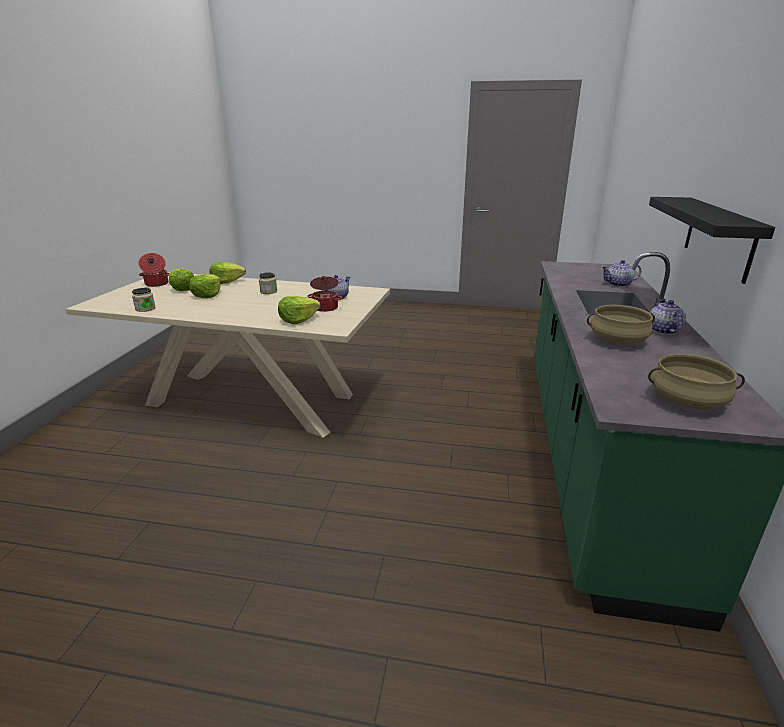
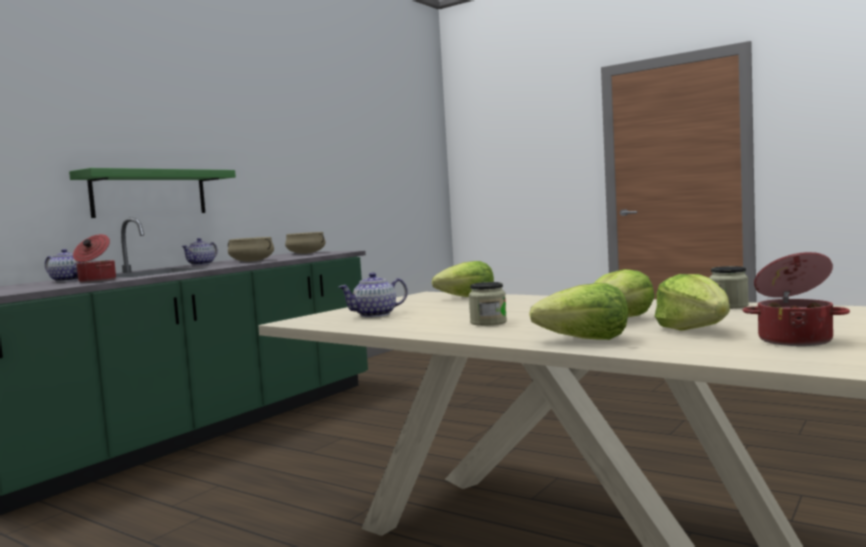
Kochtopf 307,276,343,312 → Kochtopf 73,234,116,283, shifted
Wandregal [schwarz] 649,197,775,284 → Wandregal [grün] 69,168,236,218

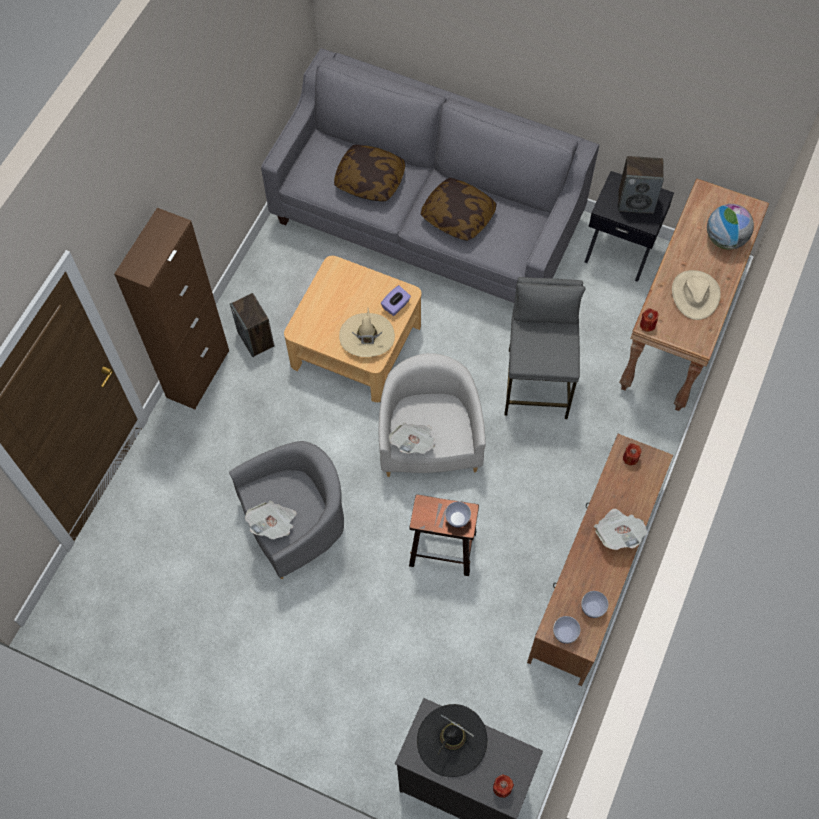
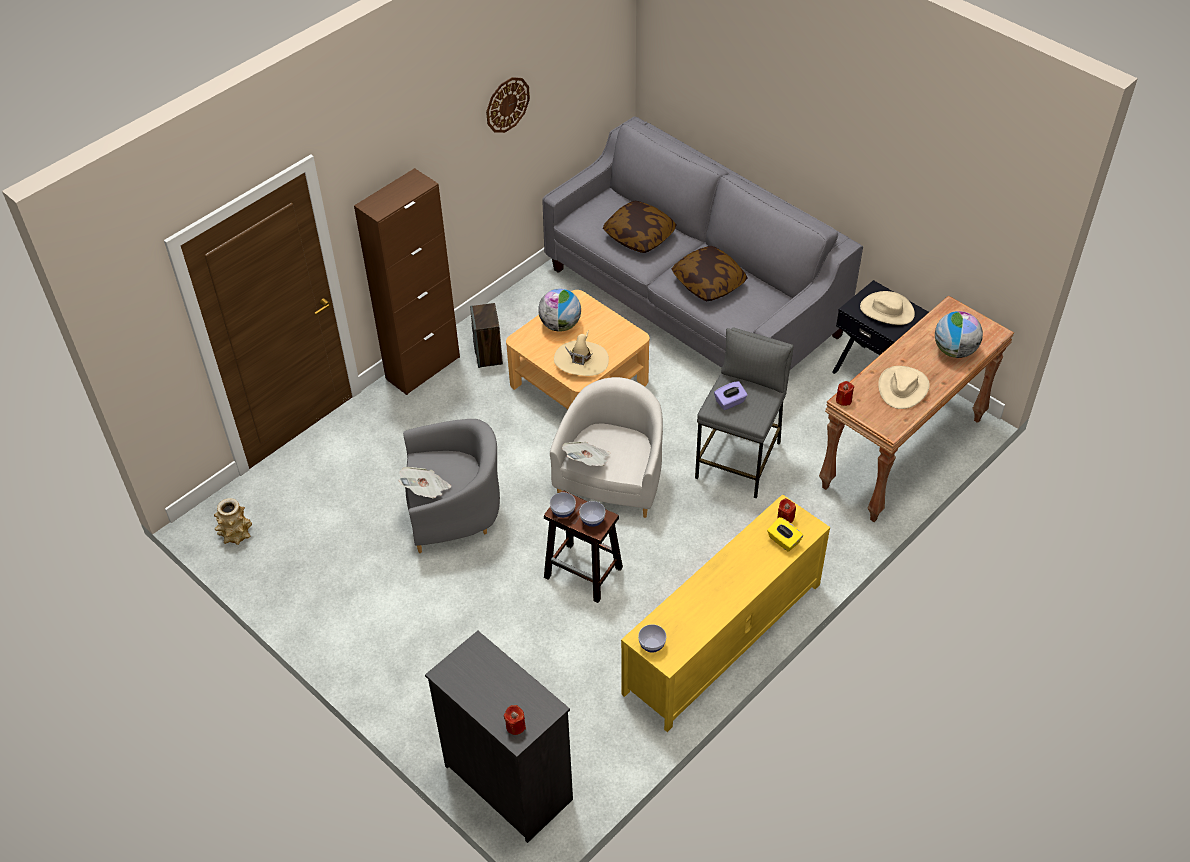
Taschentuchbox [lila] 381,285,411,316 → Taschentuchbox [lila] 714,381,748,410, shifted
Hut [schwarz] 417,704,488,777 → -
Fernsehschrank [braun] 527,434,673,686 → Fernsehschrank [gelb] 621,494,830,732
Schüssel 581,591,608,618 → Schüssel 550,492,576,518, shifted
Zeitung 594,509,648,550 → -
Lautsprecher 618,156,664,214 → Hut [beige] 860,291,915,325
- → Vase 214,498,252,545
- → Wanduhr 486,77,530,133
- → Globus 538,289,581,332
- → Taschentuchbox [gelb] 767,517,803,552

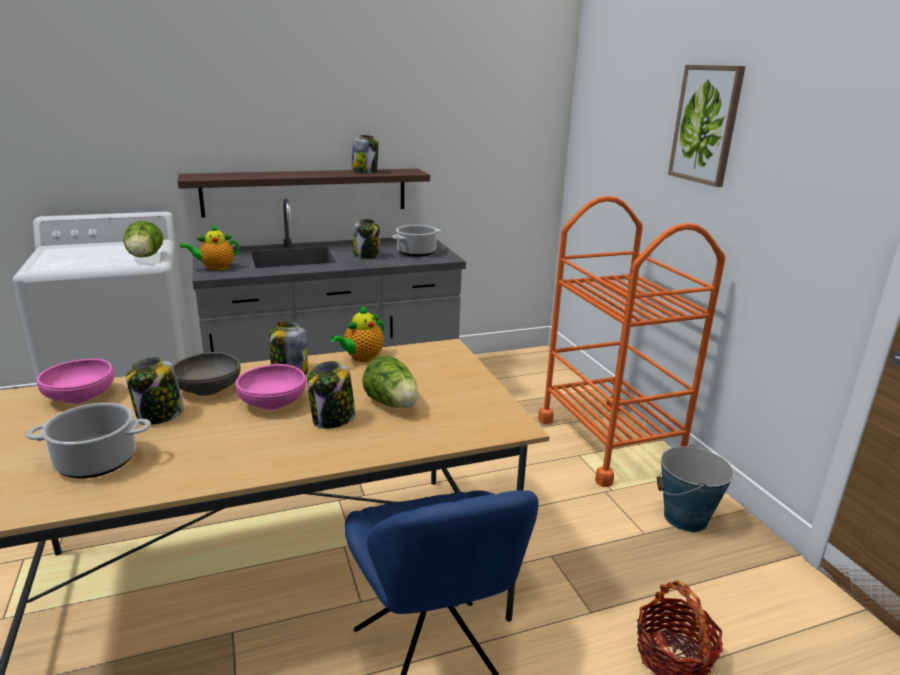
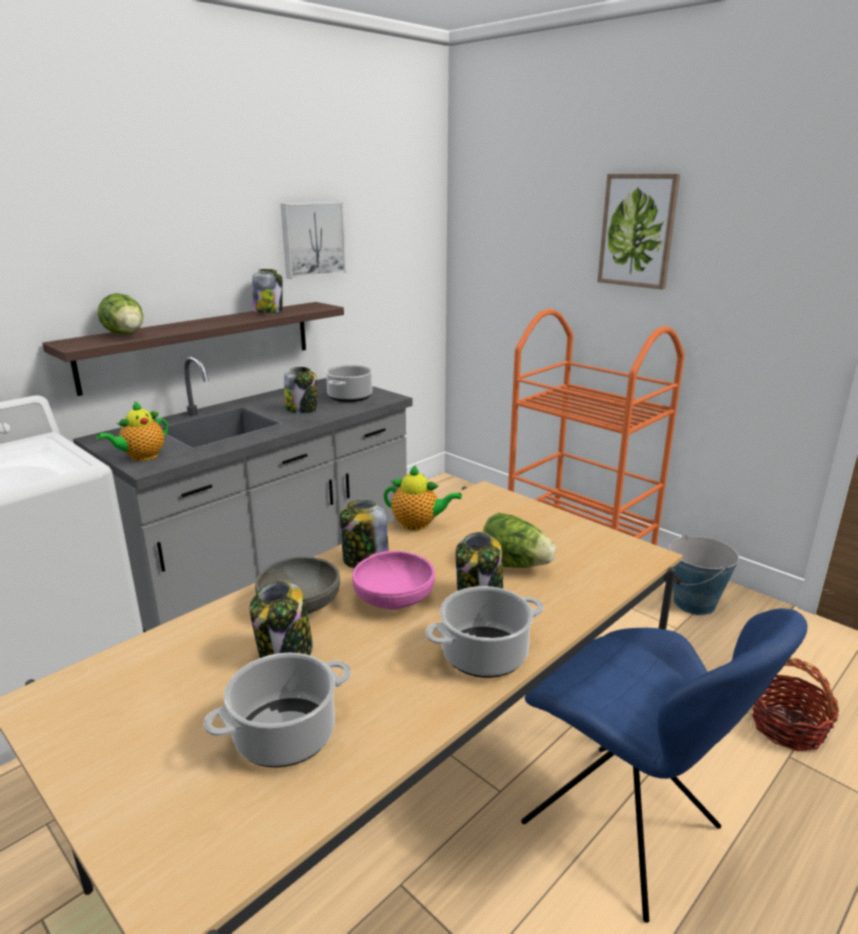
Schüssel [rosa] 37,358,114,404 → -
Salatkopf 124,221,163,258 → Salatkopf 97,293,143,335, shifted
Teekanne 330,305,384,362 → Teekanne 384,465,462,530, 90 degrees counterclockwise
- → Bild 281,202,346,279
- → Kochtopf 425,586,544,678

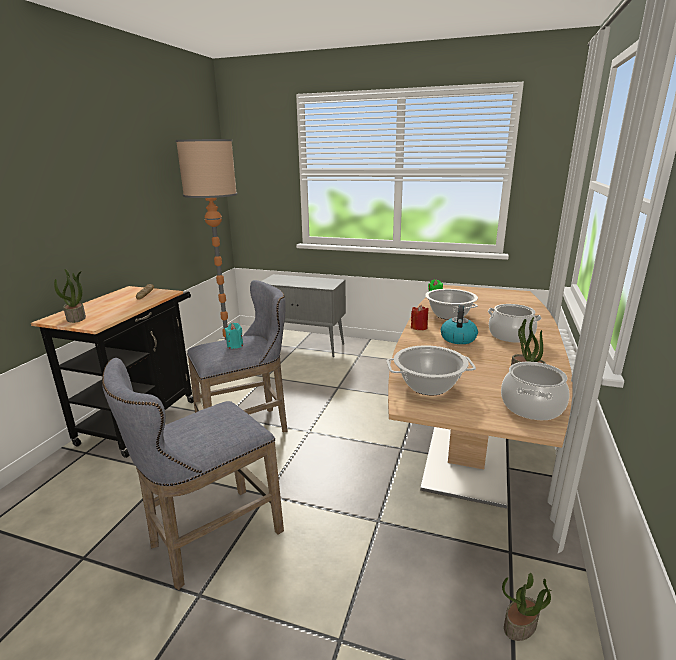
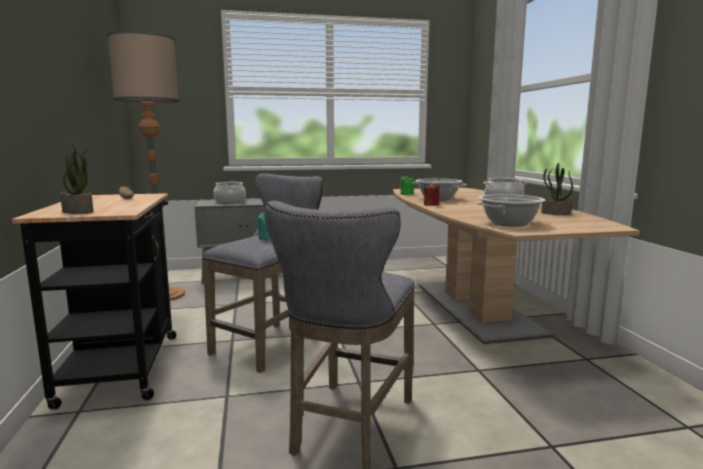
Wasserkessel 441,305,478,344 → -
Kochtopf 501,362,570,420 → Kochtopf 213,182,246,204, shifted
Topfpflanze 502,573,552,641 → -

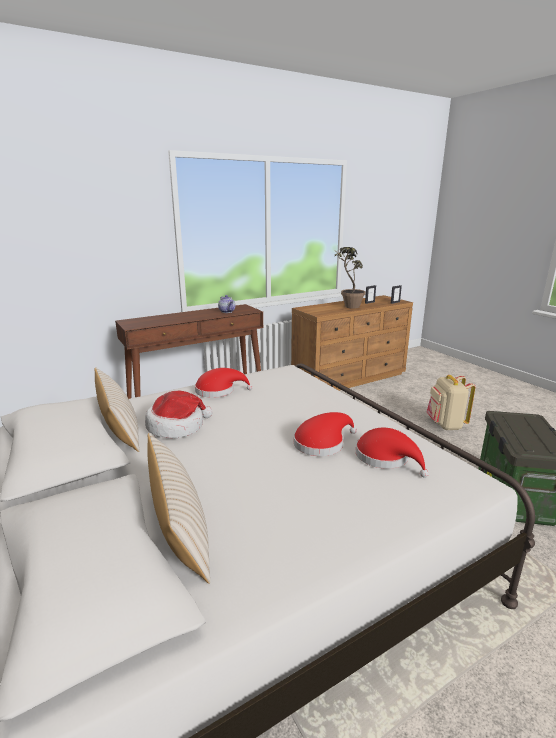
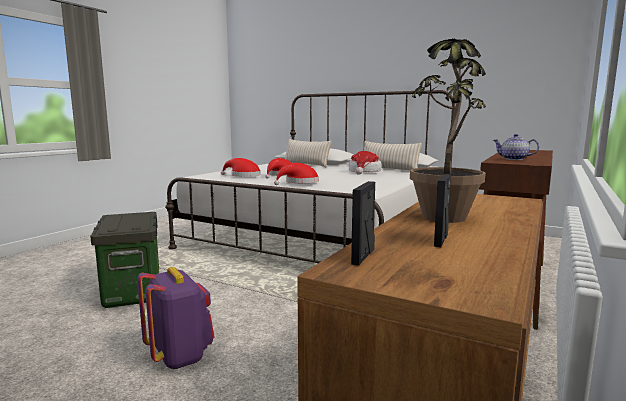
Hut [rot] 195,368,253,398 → Hut [rot] 274,163,319,185, shifted
Rucksack [beige] 427,375,476,430 → Rucksack [lila] 137,267,215,369

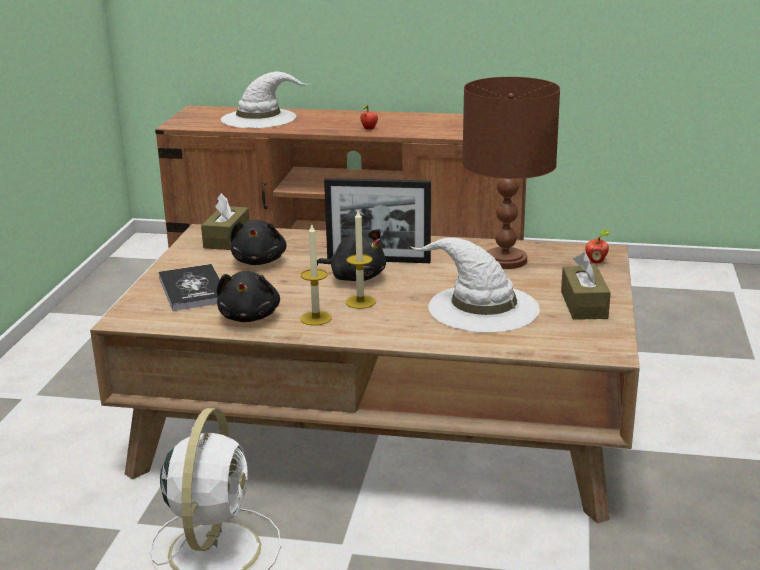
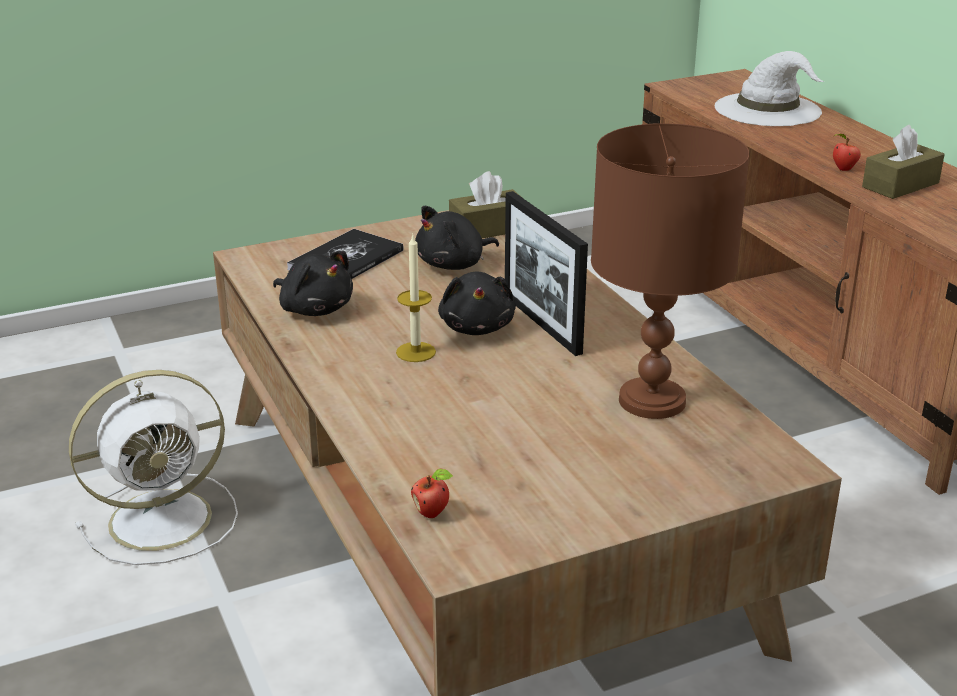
Plüschtier [schwarz] 217,271,280,322 → Plüschtier [schwarz] 273,251,353,316, 105 degrees counterclockwise
Kerze 301,225,332,326 → -
Hut [weiß] 410,238,540,333 → -
Taschentuchbox [braun] 561,252,611,320 → Taschentuchbox [braun] 862,125,945,199, shifted
Apfel 585,229,610,263 → Apfel 411,469,453,518, shifted

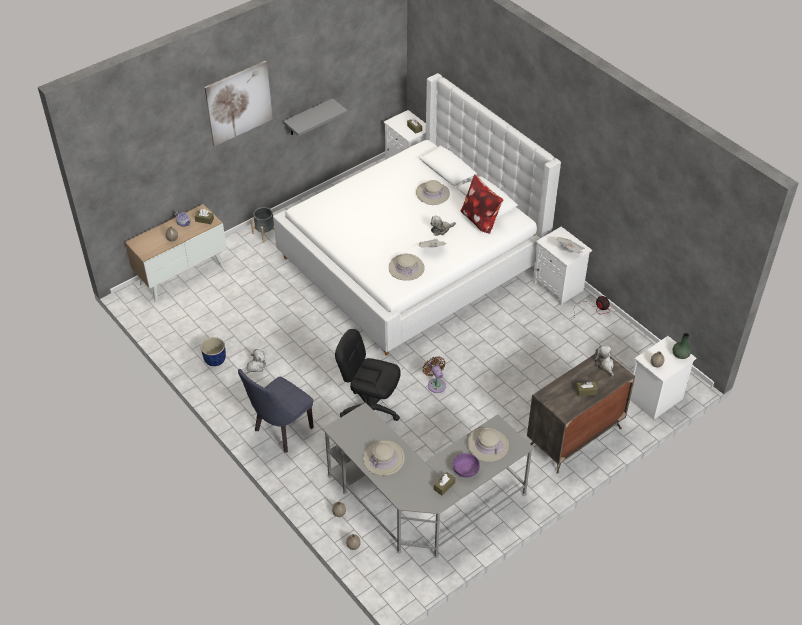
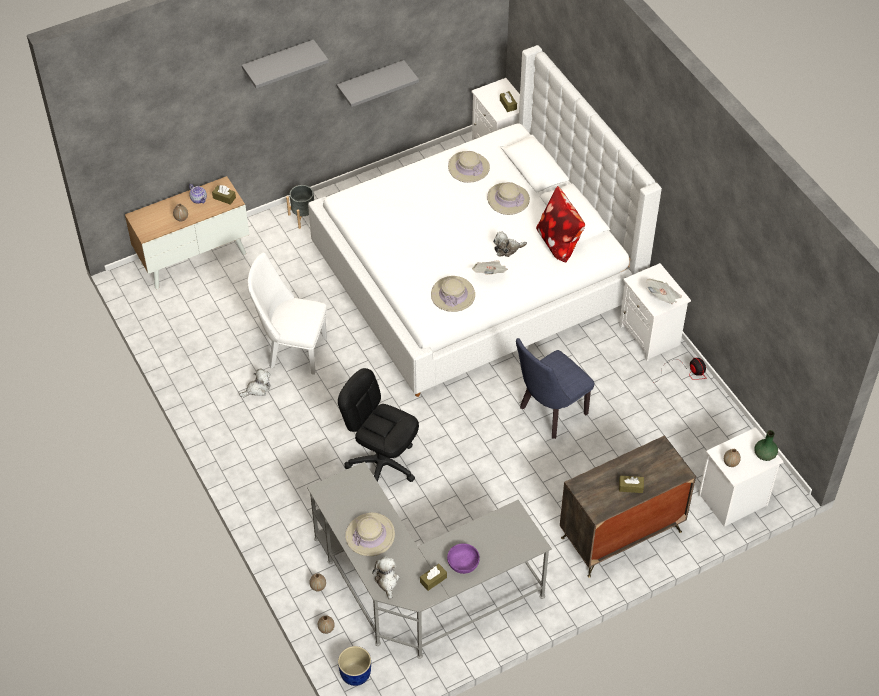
Pflanzkübel [blau] 201,337,226,366 → Pflanzkübel [blau] 338,646,371,686, shifted
Bild 204,61,273,146 → Wandregal [grau] 242,40,329,89
Stuhl [blau] 238,369,314,453 → Stuhl [blau] 516,338,595,439, shifted
Ventilator [braun] 422,356,446,393 → -
Hut [beige] 467,428,509,462 → Hut [beige] 448,151,490,183, shifted
Plüschtier 594,345,614,377 → Plüschtier 372,556,399,600, shifted
- → Stuhl [weiß] 247,252,327,375

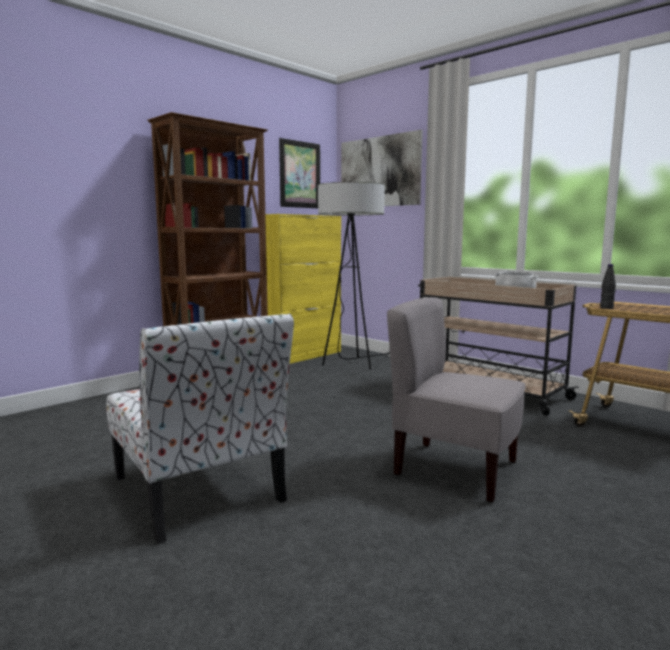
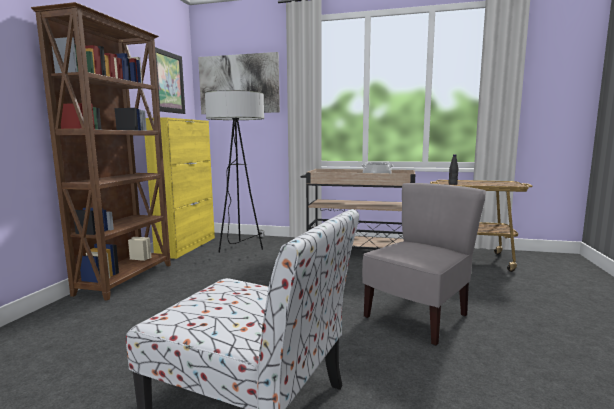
Stuhl [grau] 387,297,526,503 → Stuhl [grau] 362,183,486,346, 135 degrees clockwise

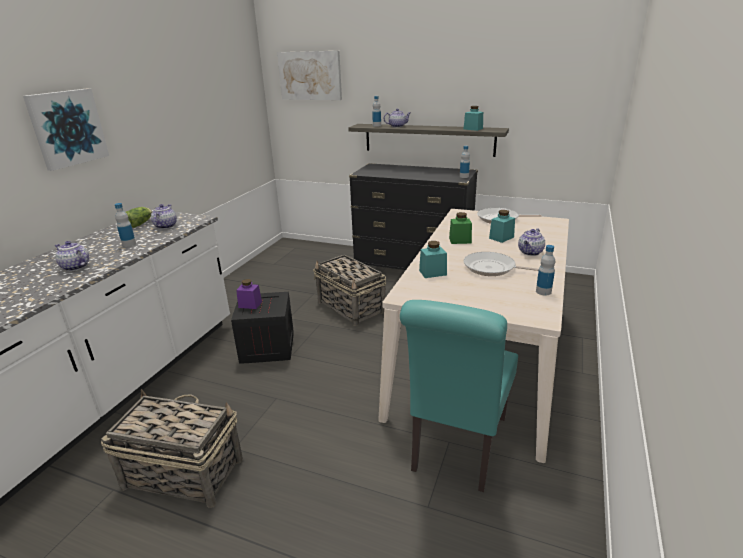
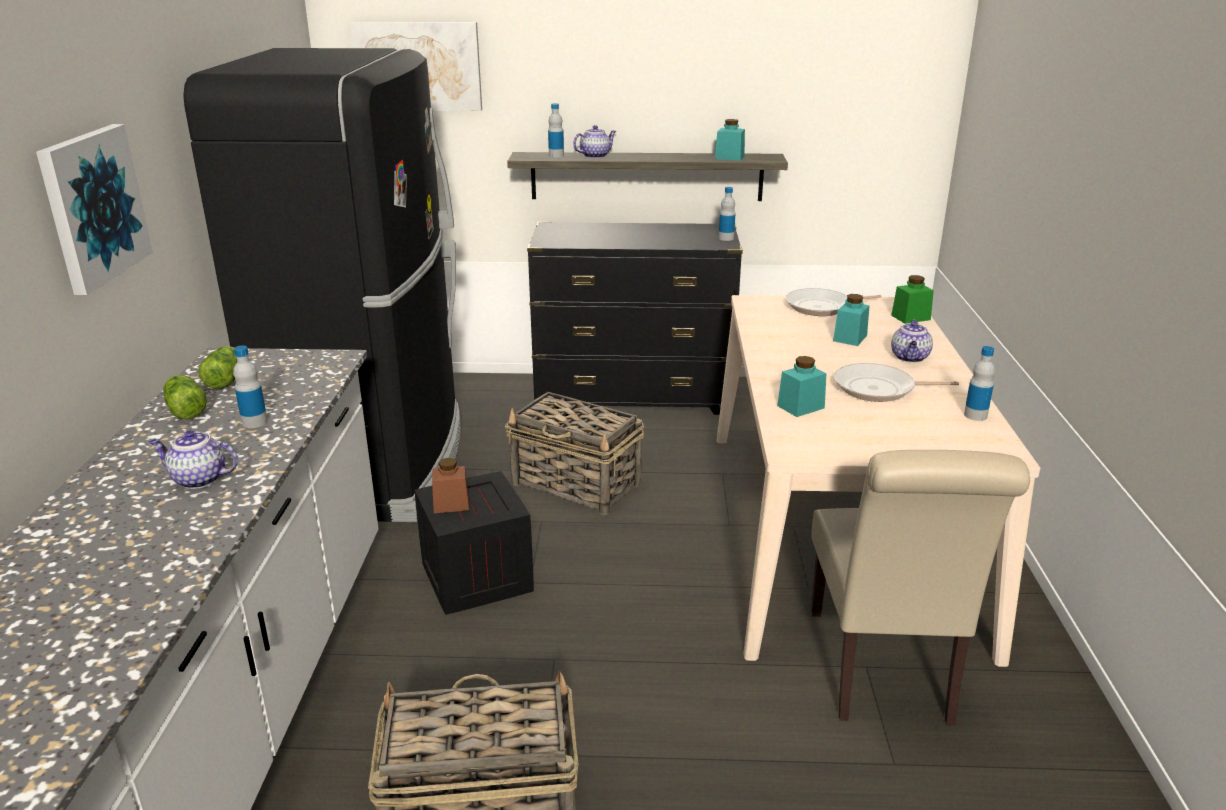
Teekanne 151,204,177,229 → -
Vorratsglas [lila] 236,279,262,309 → Vorratsglas [braun] 432,458,469,513
Stuhl [türkis] 400,300,518,492 → Stuhl [beige] 811,450,1030,725
Vorratsglas [grün] 449,212,472,244 → Vorratsglas [grün] 891,275,934,324, shifted
- → Salatkopf 163,375,207,419
- → Kühlschrank [schwarz] 183,48,461,522

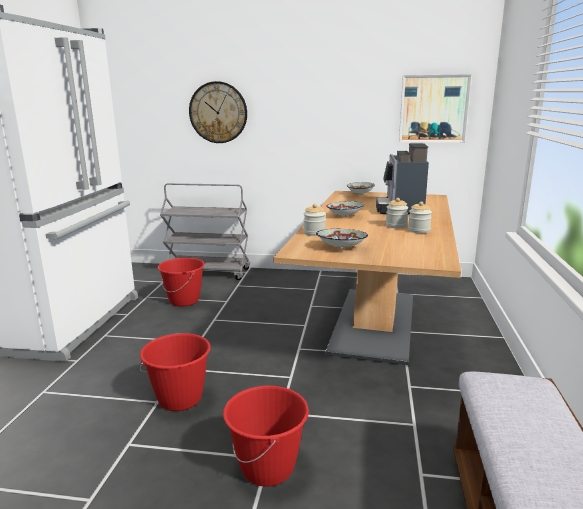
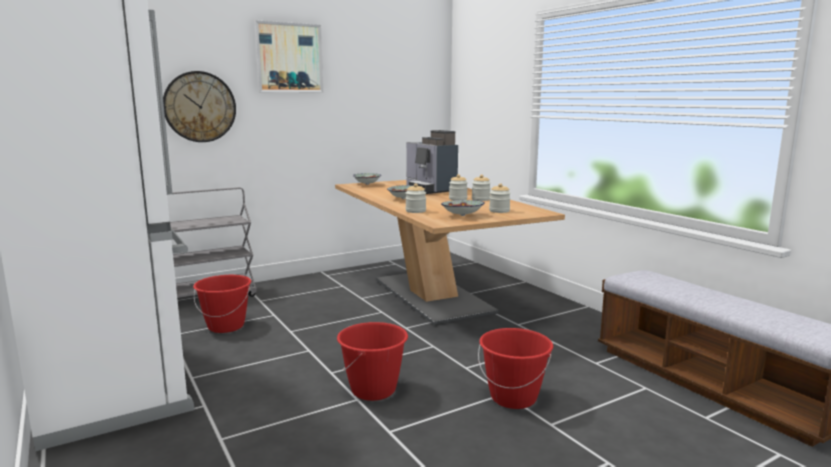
Bild 399,74,471,143 → Bild 254,20,323,92, shifted
- → Vorratsglas 489,183,511,213

